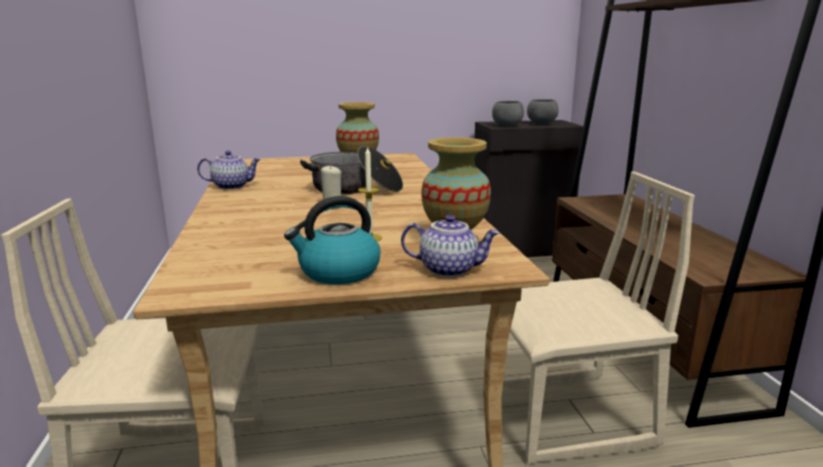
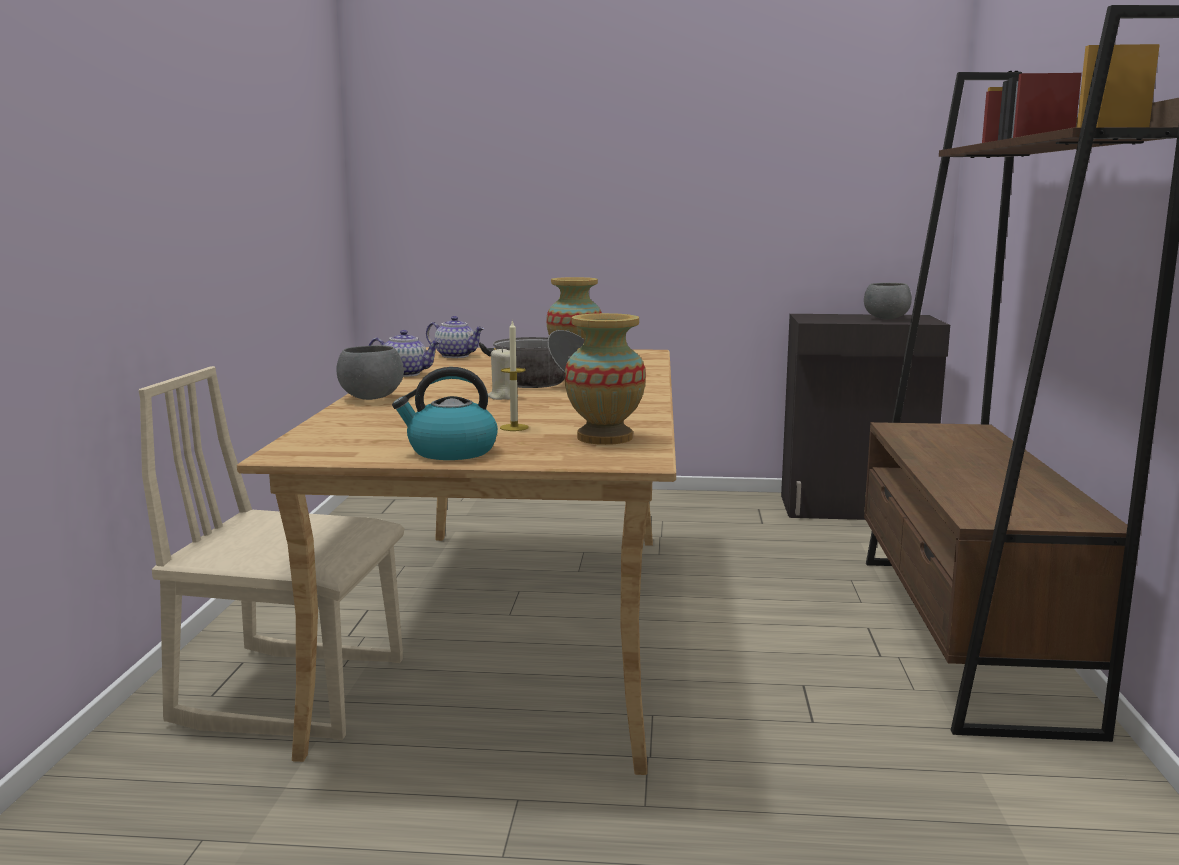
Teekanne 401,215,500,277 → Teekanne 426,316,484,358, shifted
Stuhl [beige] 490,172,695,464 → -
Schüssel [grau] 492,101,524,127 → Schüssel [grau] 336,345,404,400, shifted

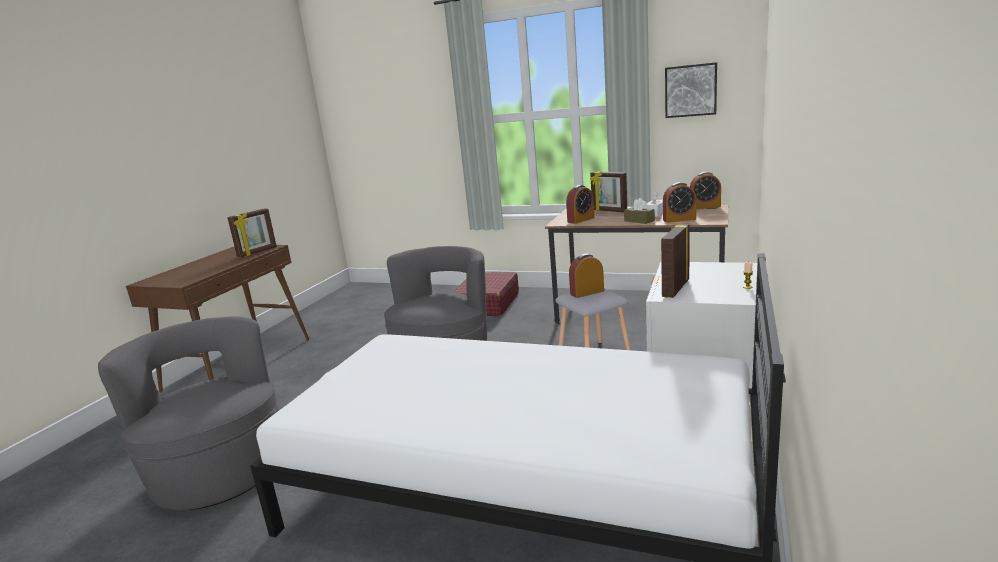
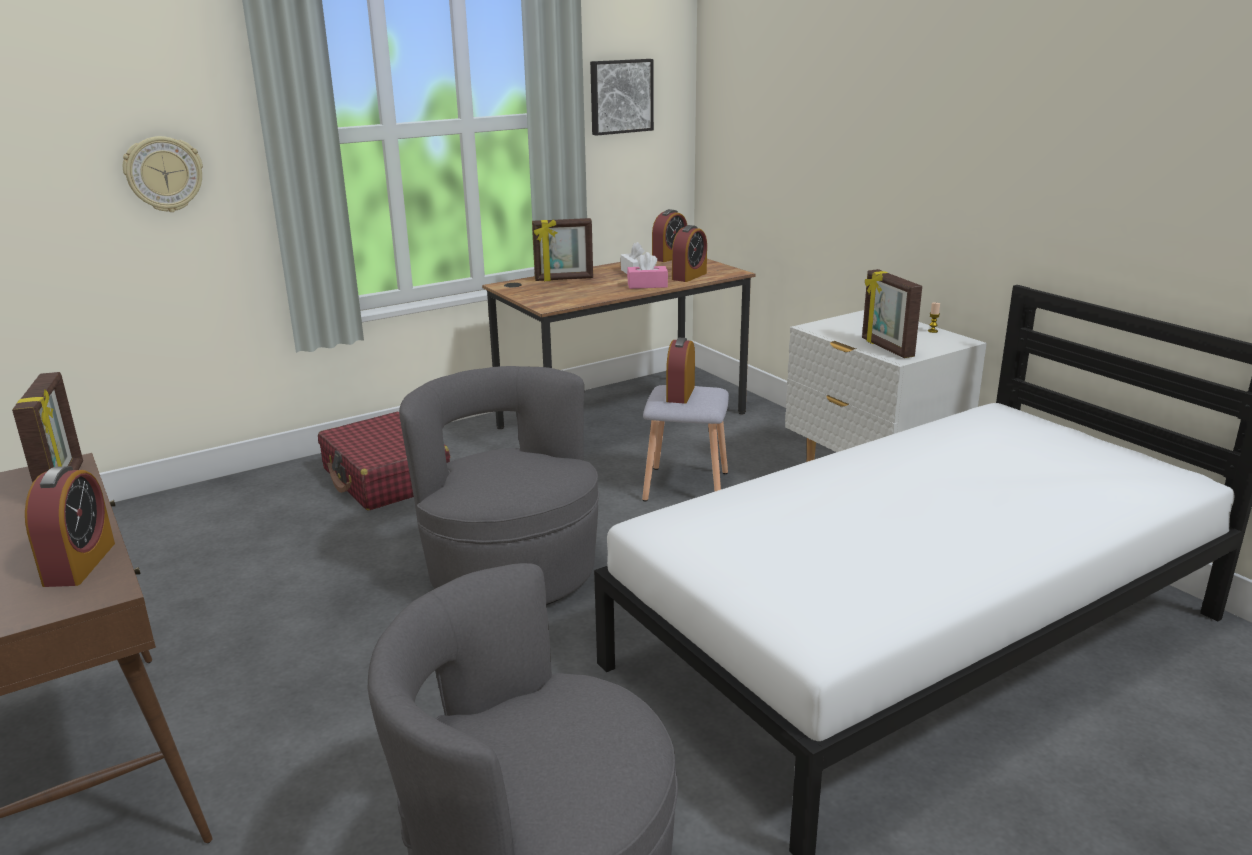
Wecker 566,185,595,224 → Wecker 25,466,115,587, shifted
Taschentuchbox [braun] 624,198,655,224 → Taschentuchbox [rosa] 627,252,668,289
- → Wanduhr 123,136,203,212

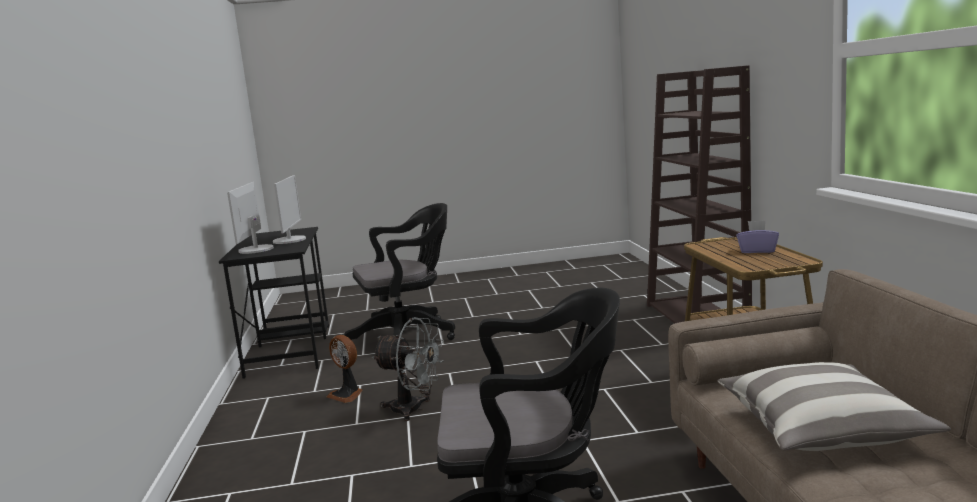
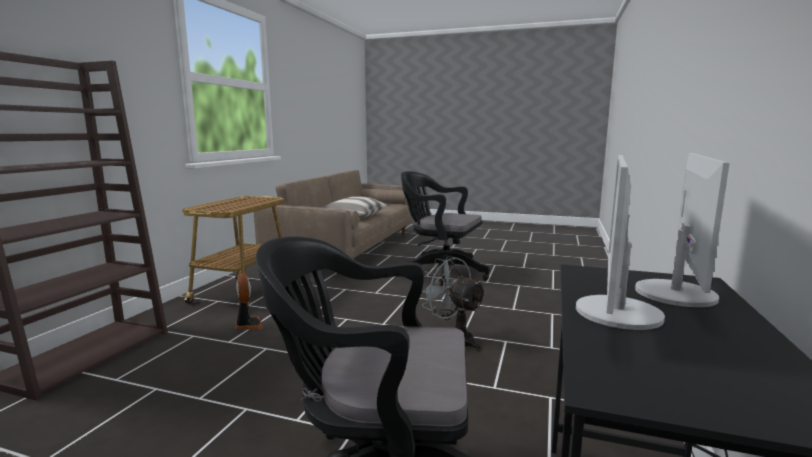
Ventilator 327,335,363,403 → Ventilator 234,273,263,330, shifted
Taschentuchbox [lila] 736,220,779,253 → -

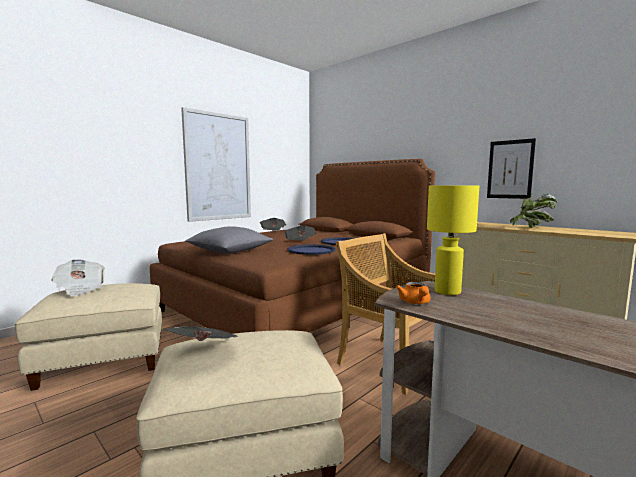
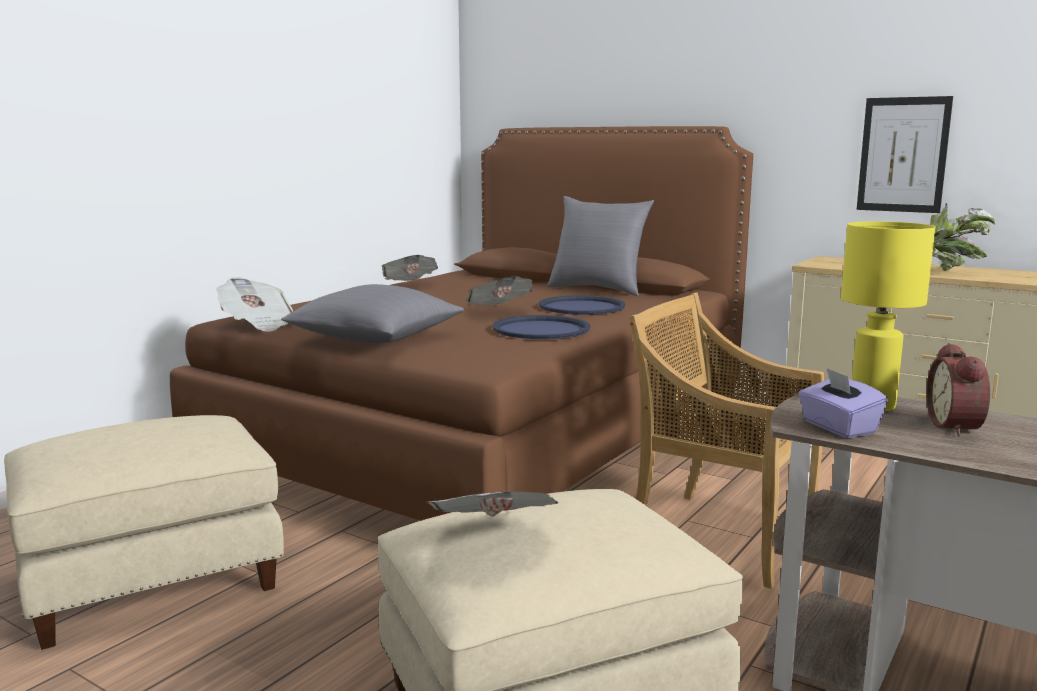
Zeitung 51,259,105,296 → Zeitung 216,277,293,332, shifted
Bild 181,107,251,222 → -
Teekanne [orange] 396,282,431,304 → Taschentuchbox [lila] 798,368,888,438
- → Kissen [grau] 548,196,654,296
- → Wecker 926,343,990,436

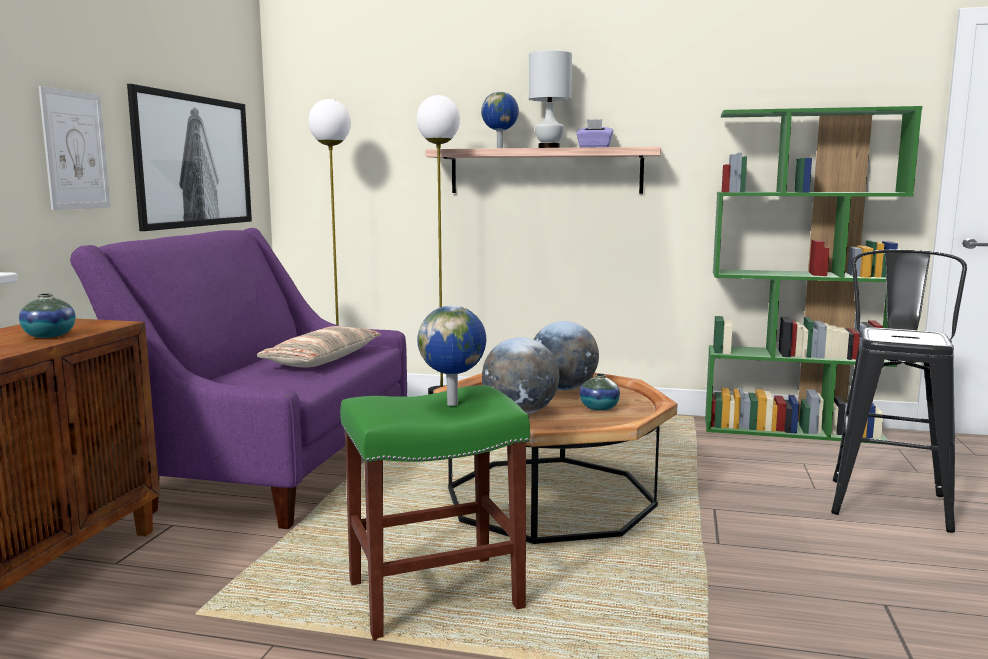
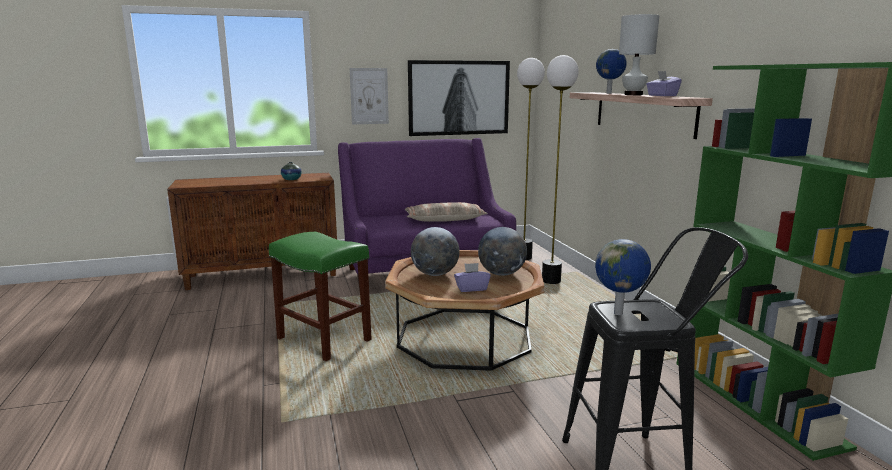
Globus 417,305,486,406 → Globus 595,239,651,315, shifted
Vase 580,374,620,411 → Taschentuchbox [lila] 454,263,491,292

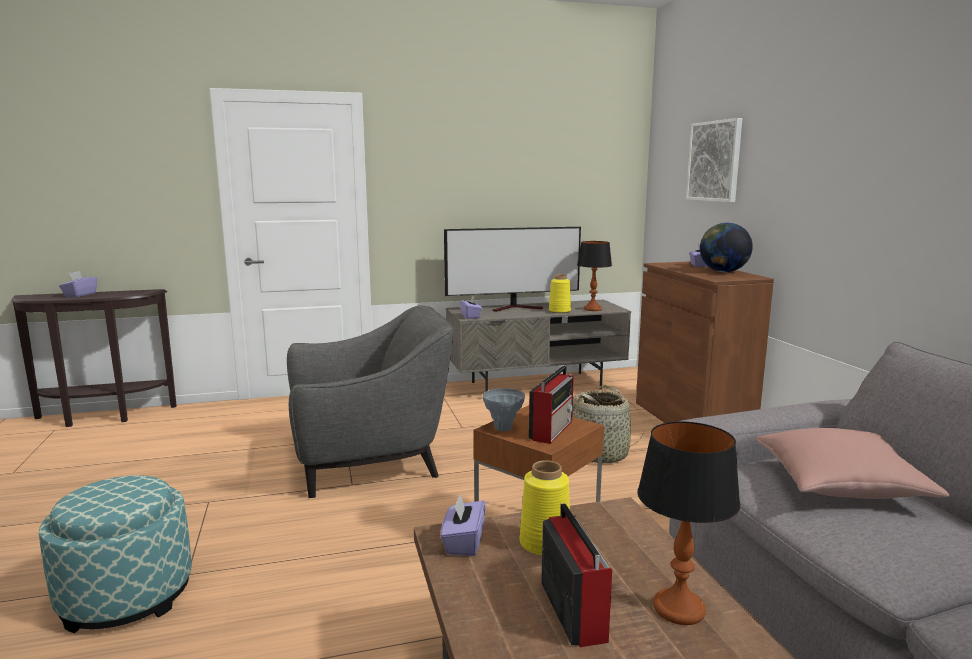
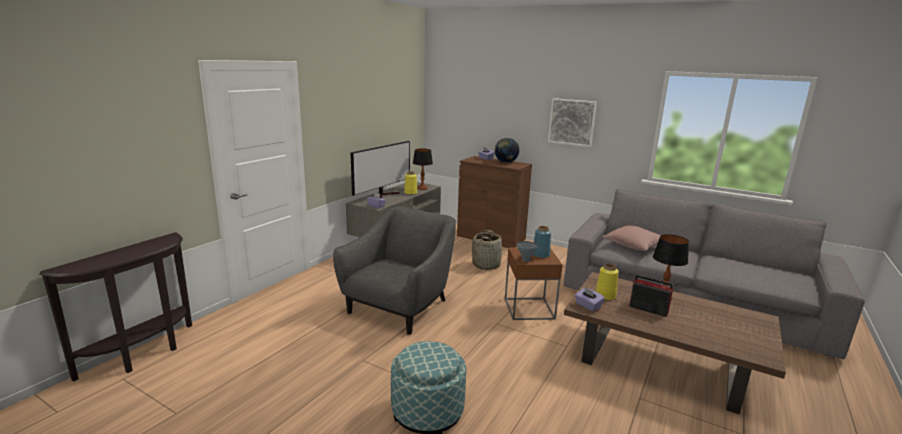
Taschentuchbox [lila] 59,271,97,297 → -
Radio 529,365,574,444 → Vase [blau] 533,226,551,258
Bild 686,118,742,202 → Bild 548,98,597,147, shifted

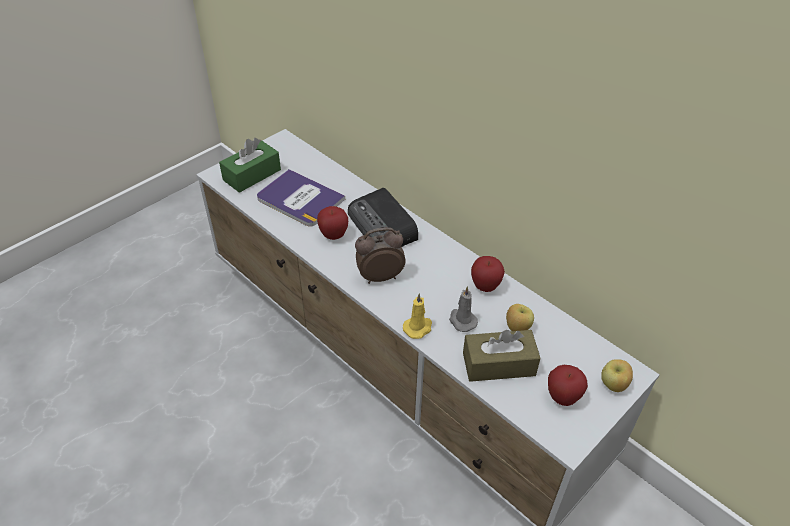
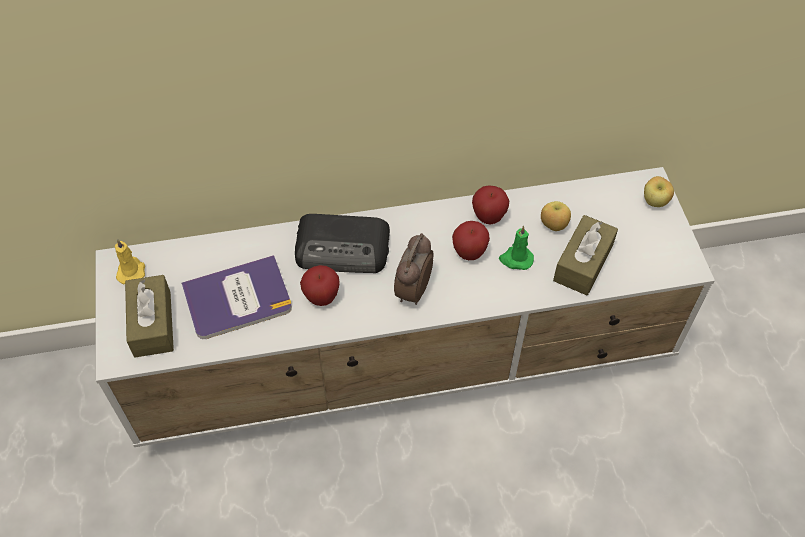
Taschentuchbox [grün] 219,138,281,193 → Taschentuchbox [braun] 125,275,174,357
Kerze [gelb] 403,293,432,339 → Kerze [gelb] 115,239,145,284, shifted
Kerze [grau] 449,286,478,332 → Kerze [grün] 499,225,534,270
Apfel 548,365,588,406 → Apfel 452,221,490,260, shifted

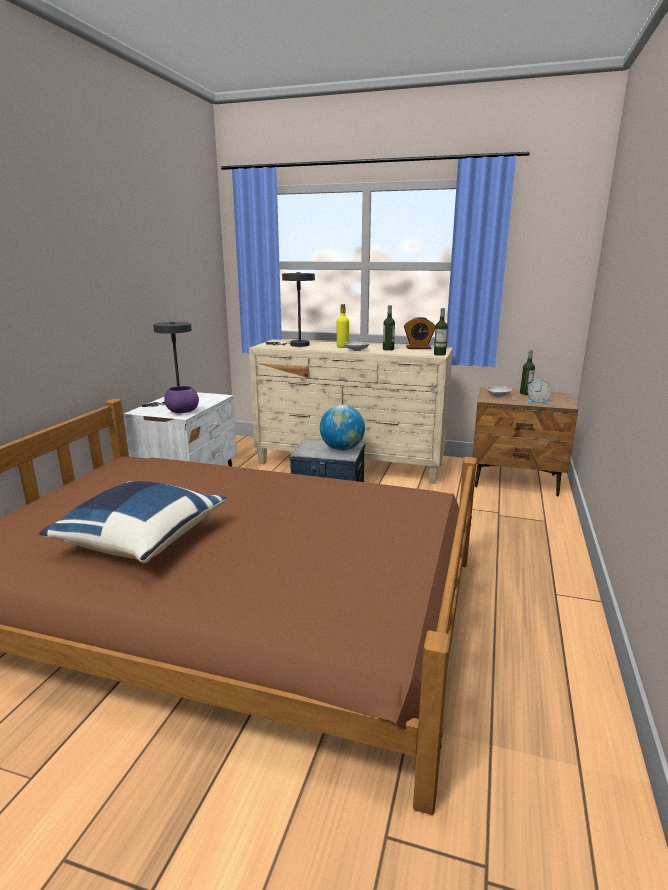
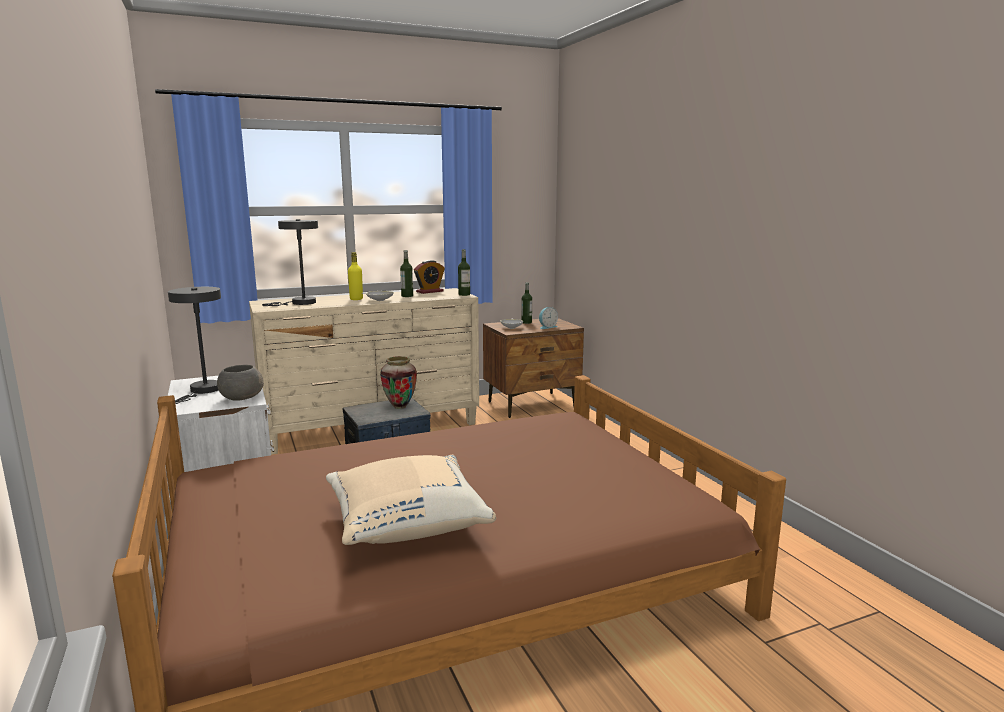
Kissen [blau] 39,481,226,563 → Kissen [beige] 326,455,496,545
Schüssel [lila] 164,386,199,413 → Schüssel [grau] 217,365,264,401
Globus 320,405,365,451 → Vase 380,356,417,409

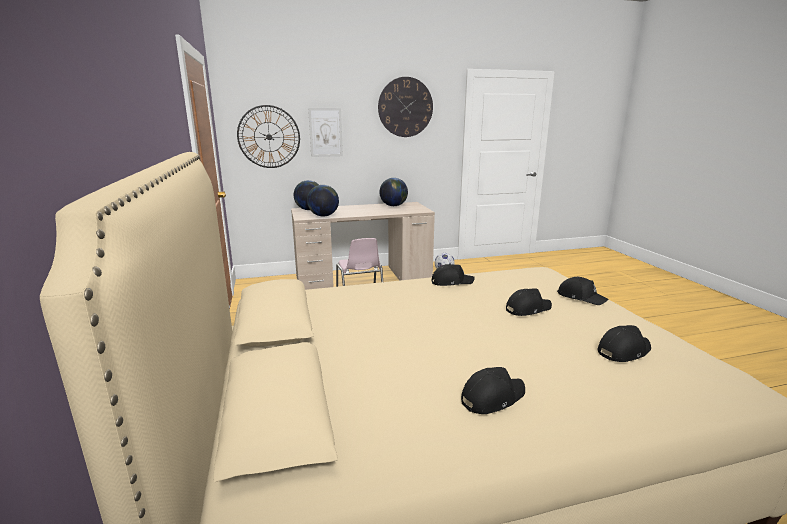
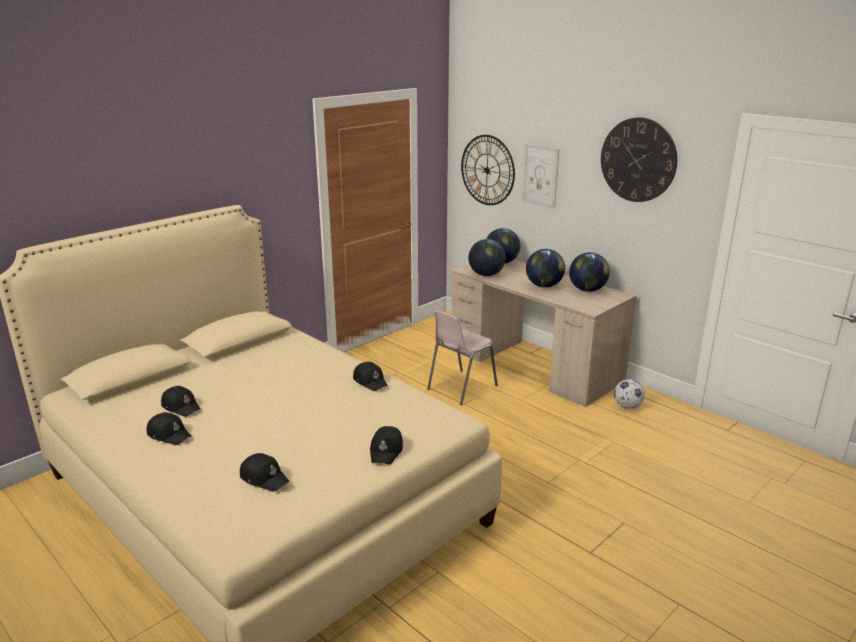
Kappe [schwarz] 506,288,552,316 → Kappe [schwarz] 161,386,201,417, shifted
- → Globus 526,249,565,288

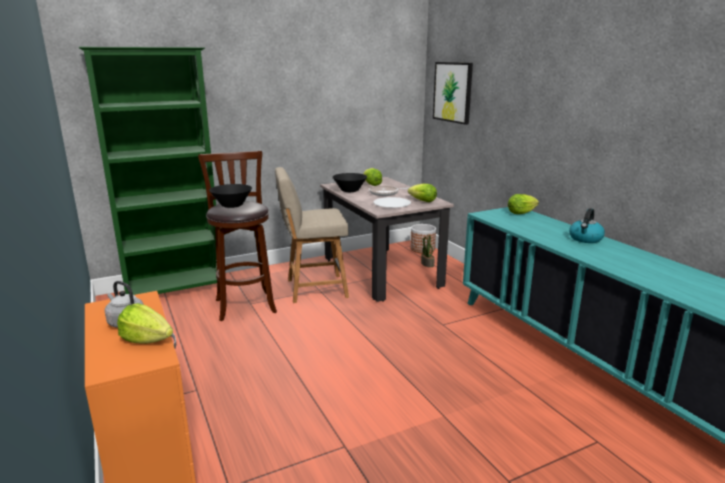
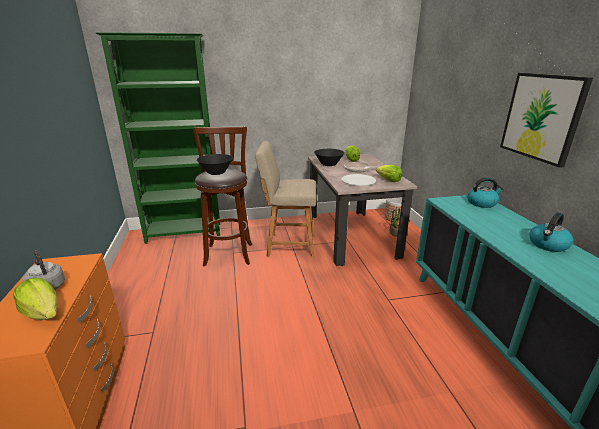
Bild 433,62,473,125 → Bild 500,73,593,168, shifted
Salatkopf 508,194,539,214 → Wasserkessel 467,178,504,208

